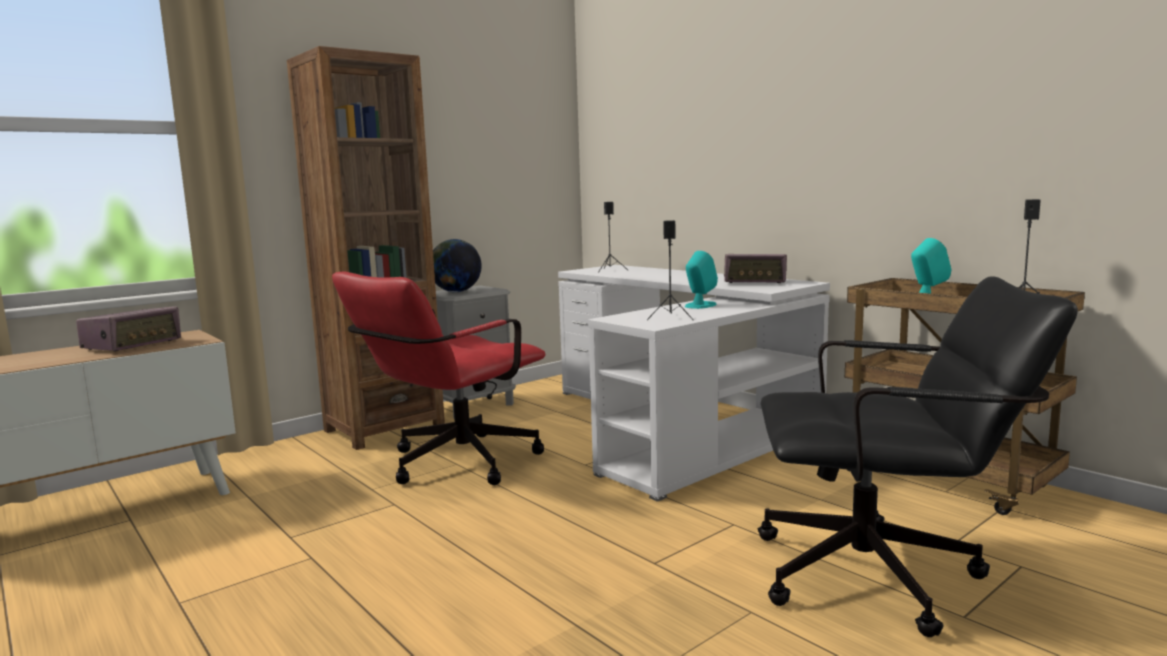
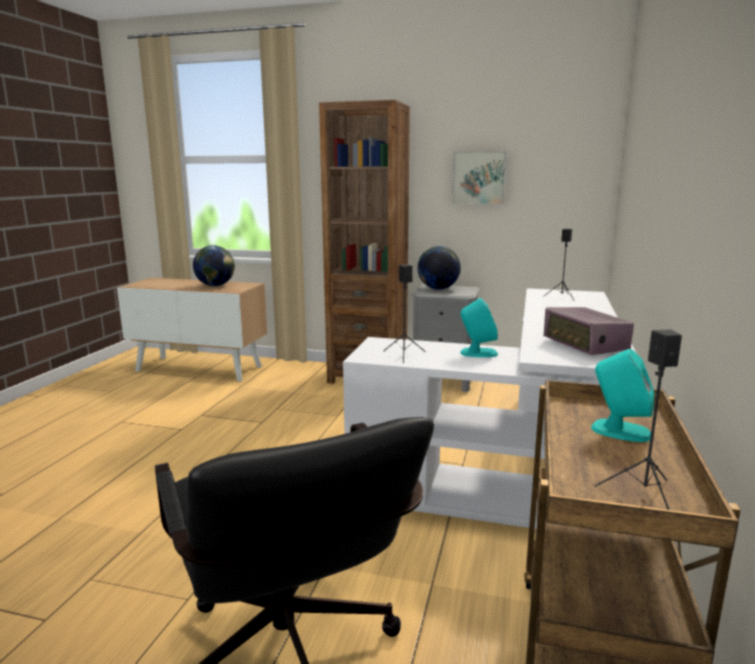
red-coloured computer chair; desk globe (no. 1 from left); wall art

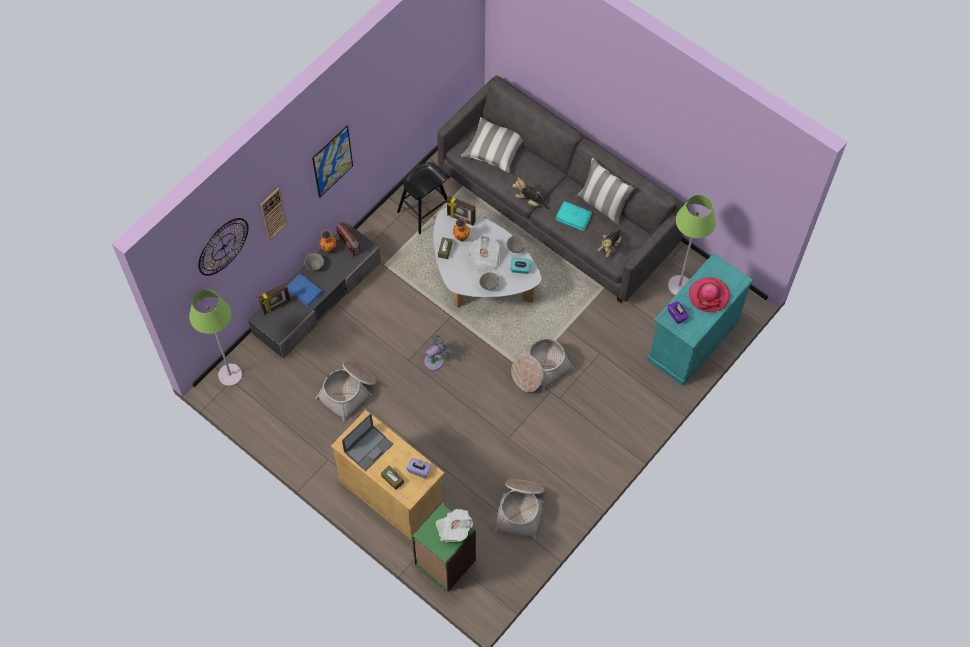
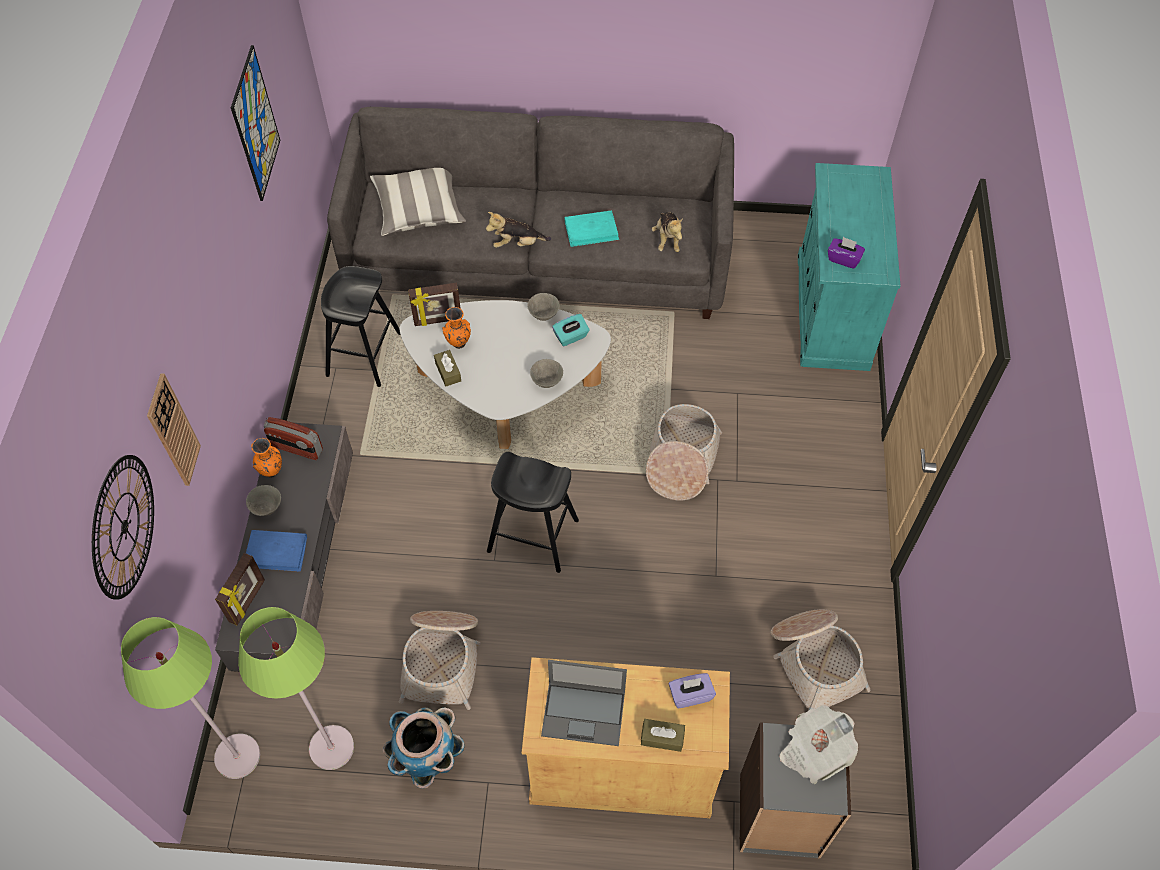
wall art; cushion (no. 2 from left in the first image); green-coloured standard lamp (no. 2 from left); daily paper (no. 2 from left in the first image); wearable hat; black stool (no. 2 from left); laptop; grey bookcase; flower pot

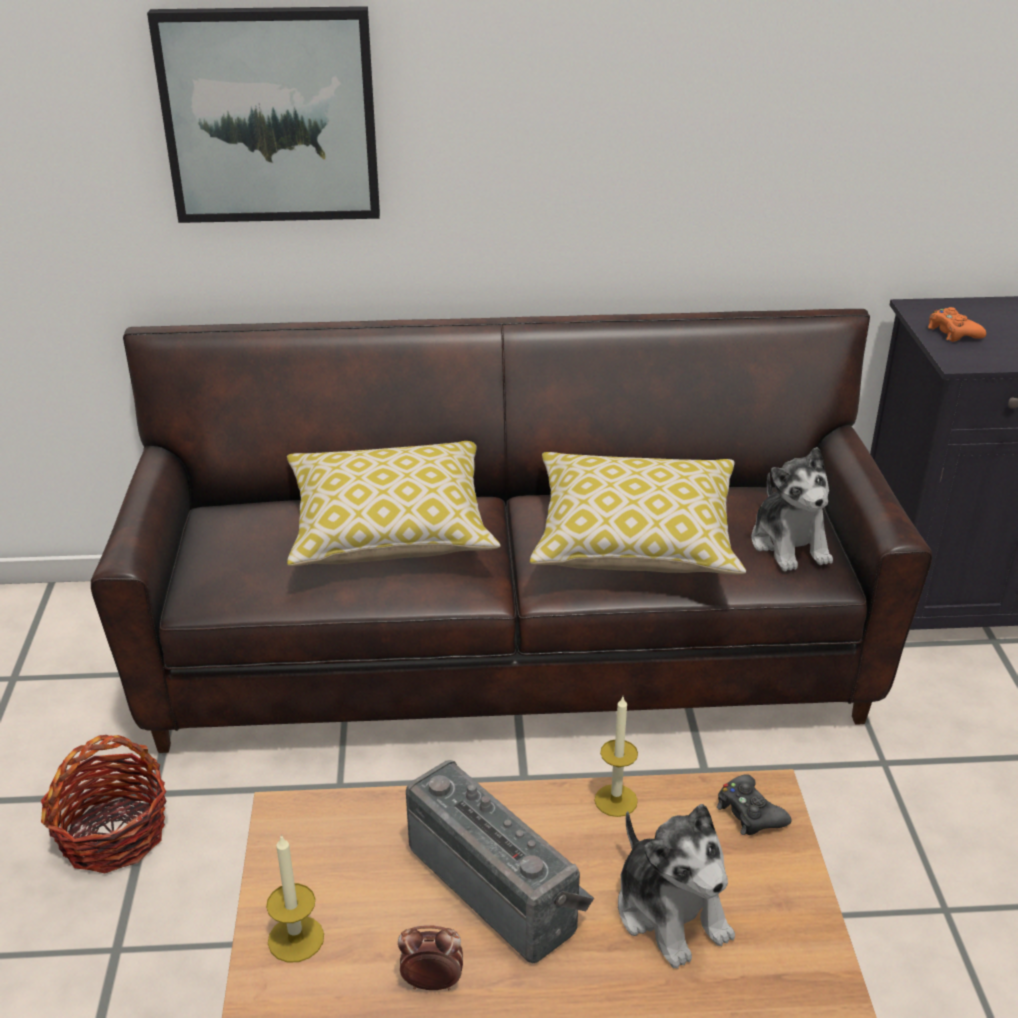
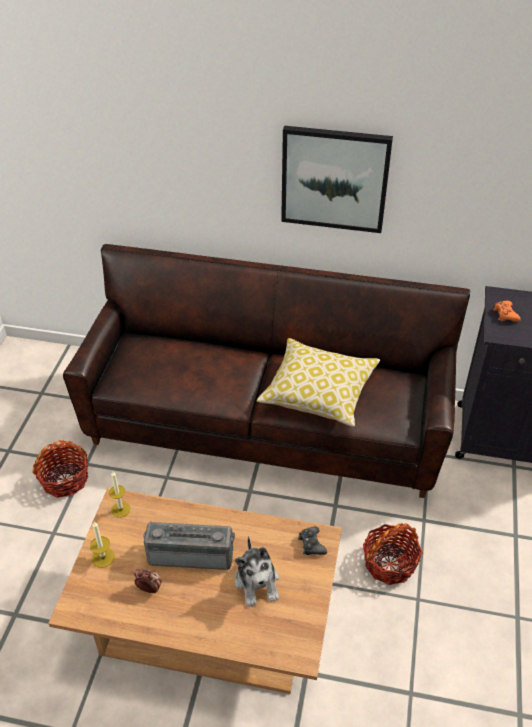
wall art; cushion (no. 1 from left in the first image); cuddly toy (no. 2 from left in the first image); wax light (no. 2 from left); radio receiver; household basket (no. 2 from left)

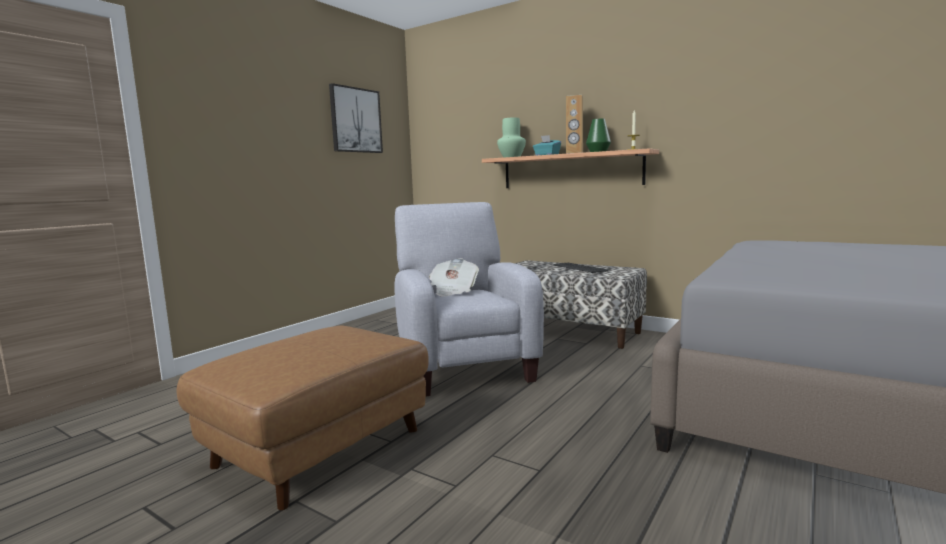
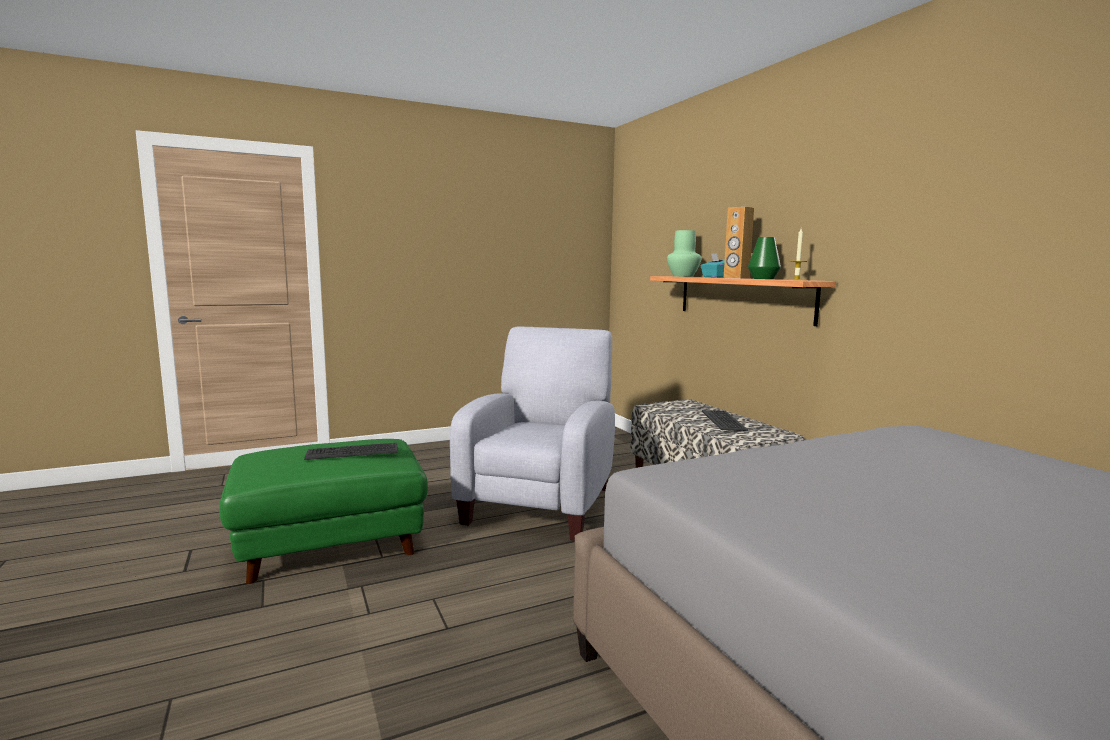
wall art; daily paper; green-coloured ottoman; computer keyboard (no. 1 from left)

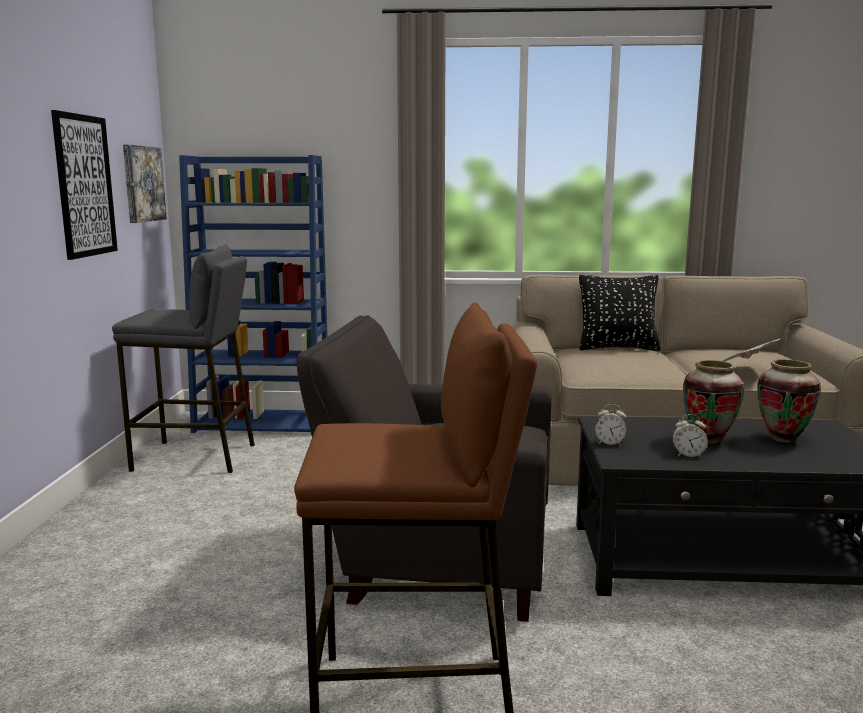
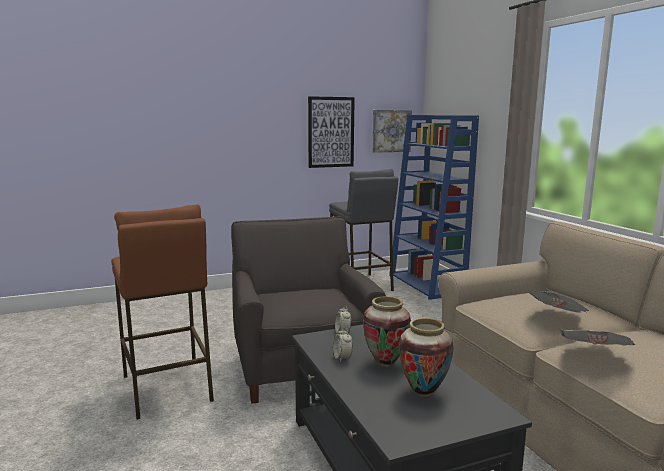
black cushion; daily paper (no. 1 from left)

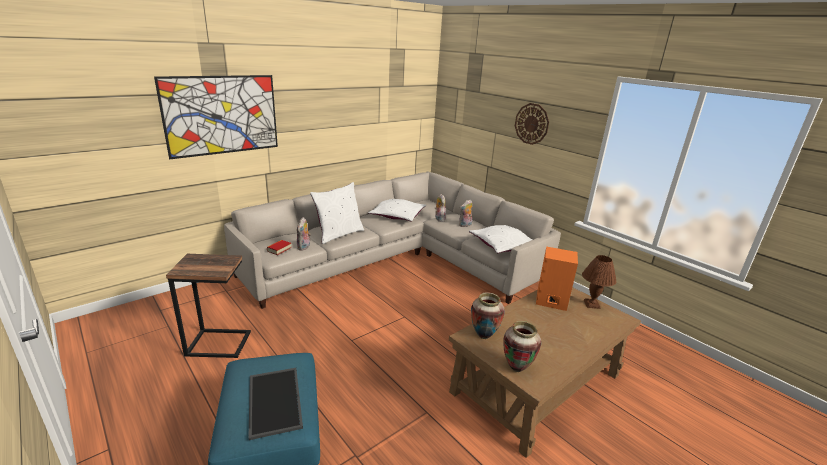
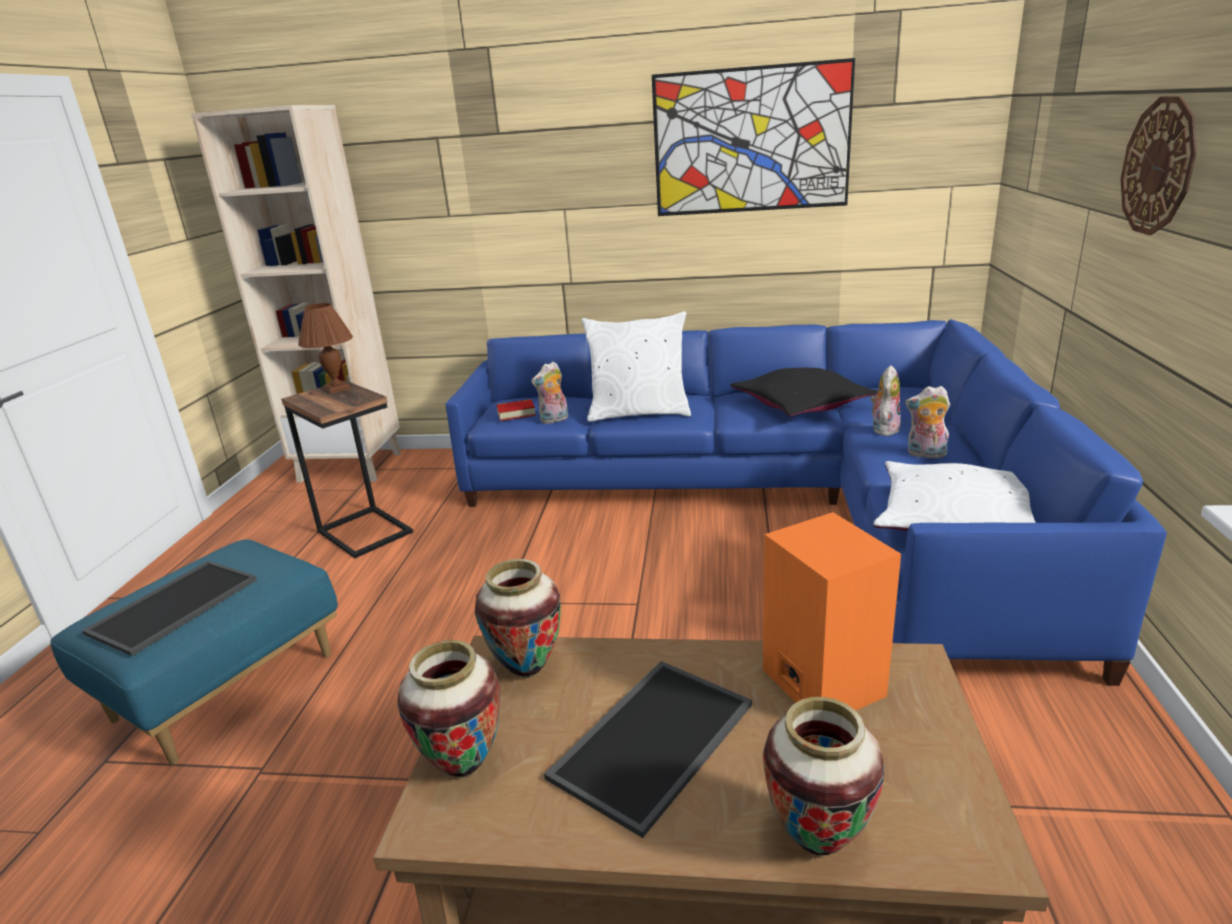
wall art; blue-coloured sofa; black cushion; brown-coloured table lamp; beige-coloured bookcase; tray (no. 2 from left); decorative vase (no. 3 from left)

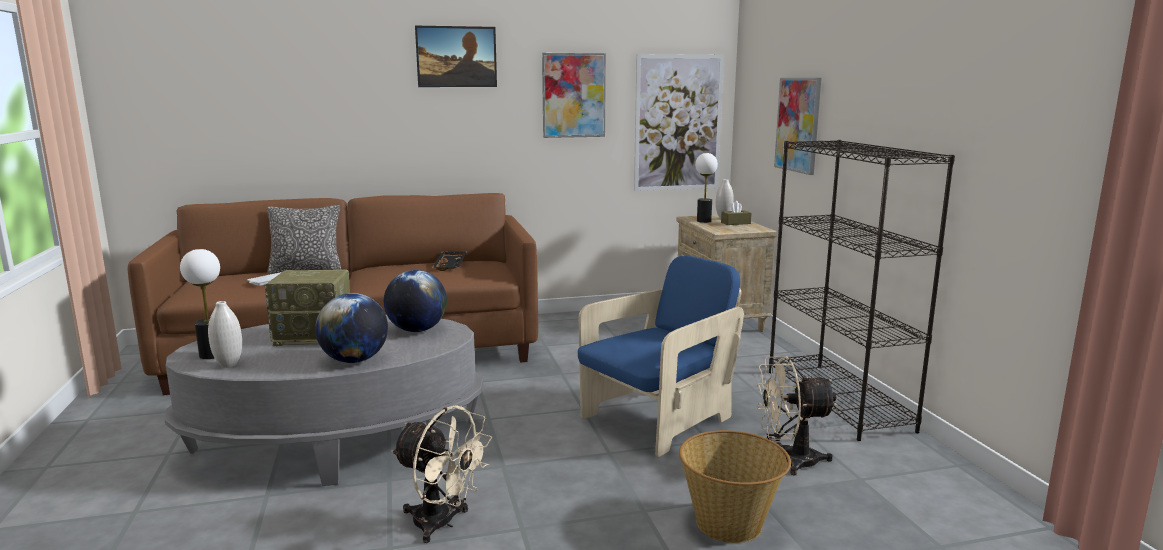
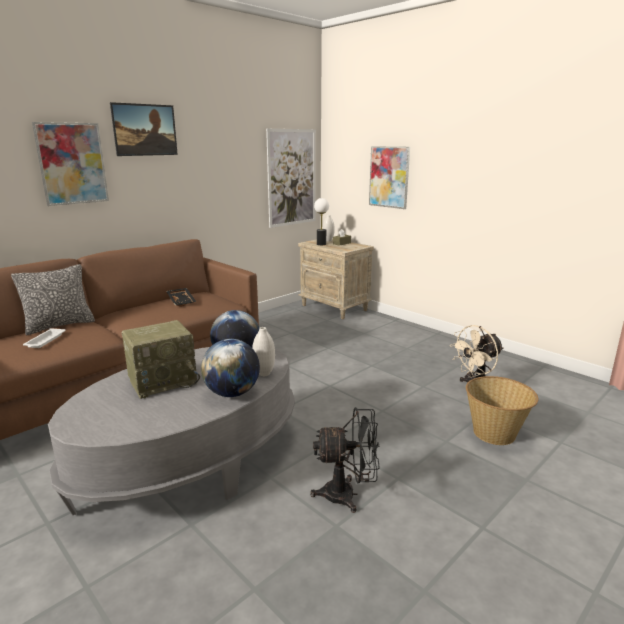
wall art (no. 1 from left); black bookcase; table lamp (no. 1 from left in the first image); blue-coloured easy chair; white decorative vase (no. 1 from left); black cooling fan

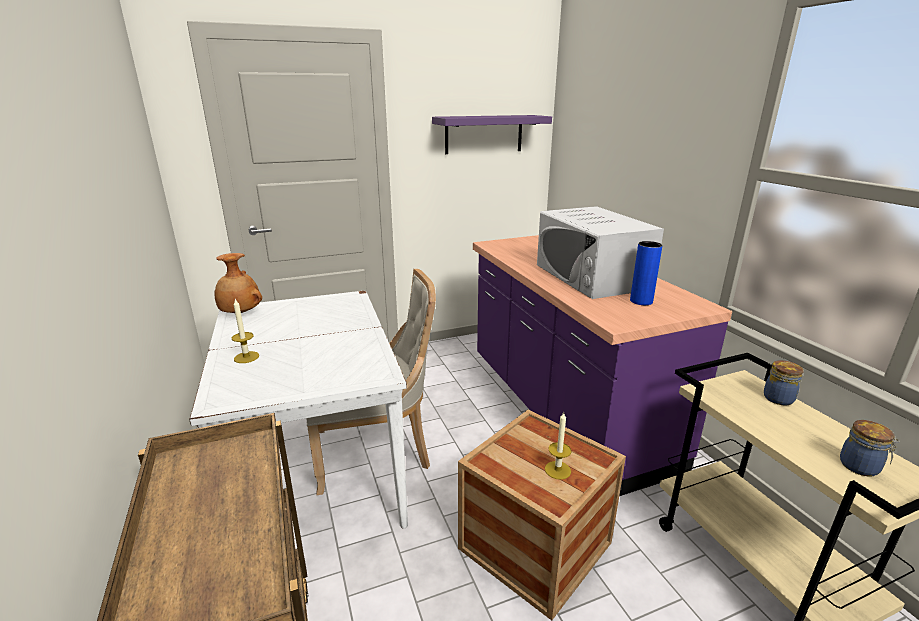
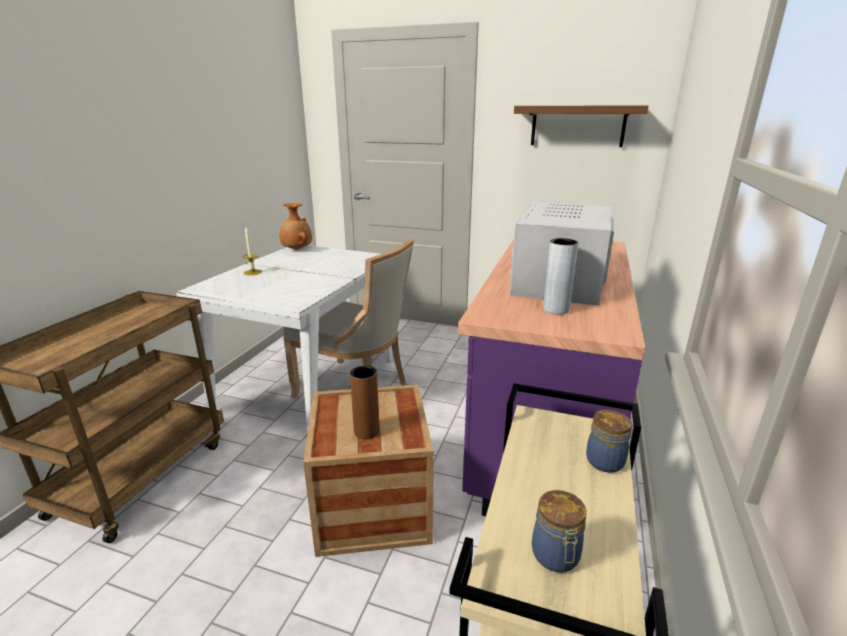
brown-coloured shelf; grey decorative vase; brown-coloured decorative vase (no. 2 from left)

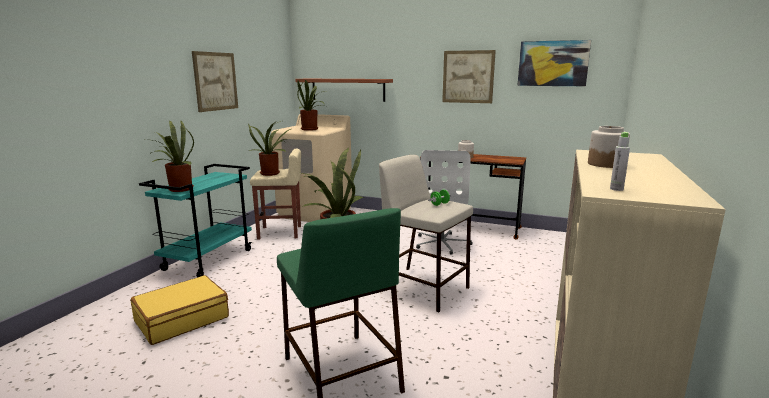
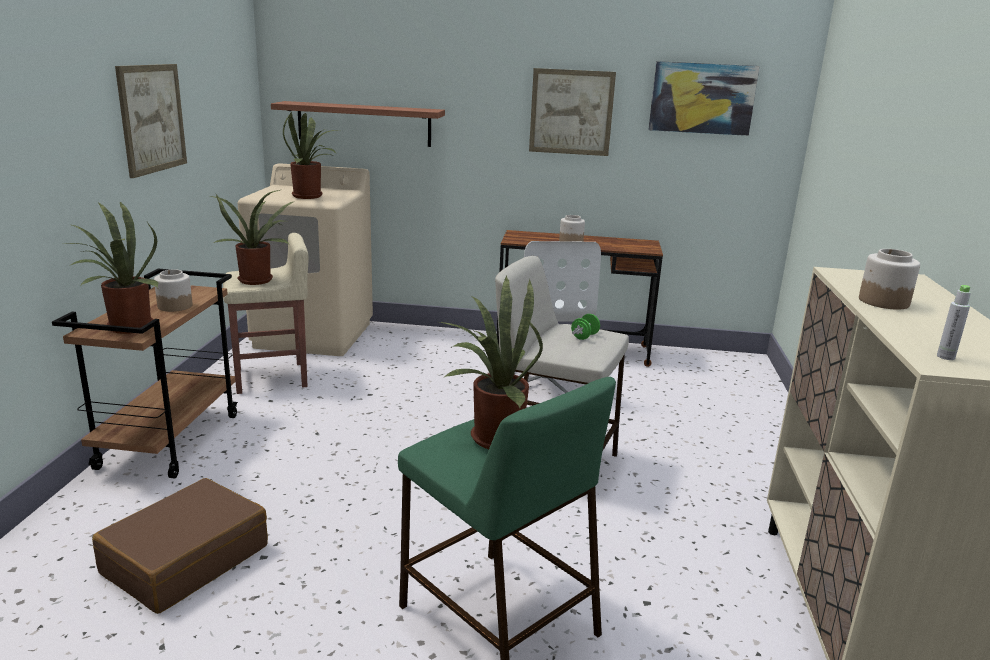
brown-coloured wheeled cart; brown-coloured travel case; storage jar (no. 1 from left)

